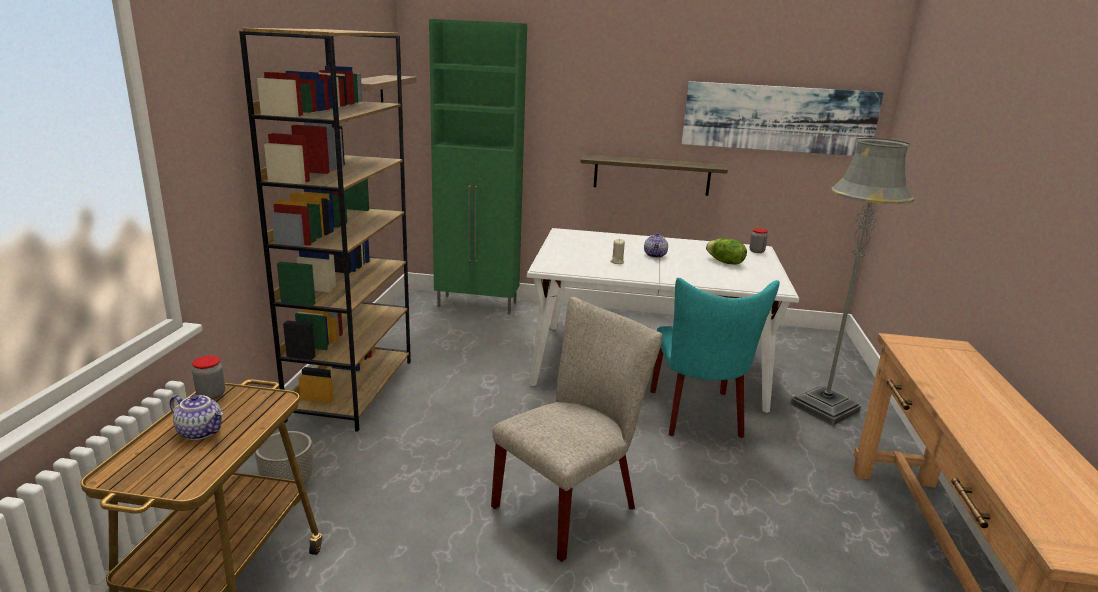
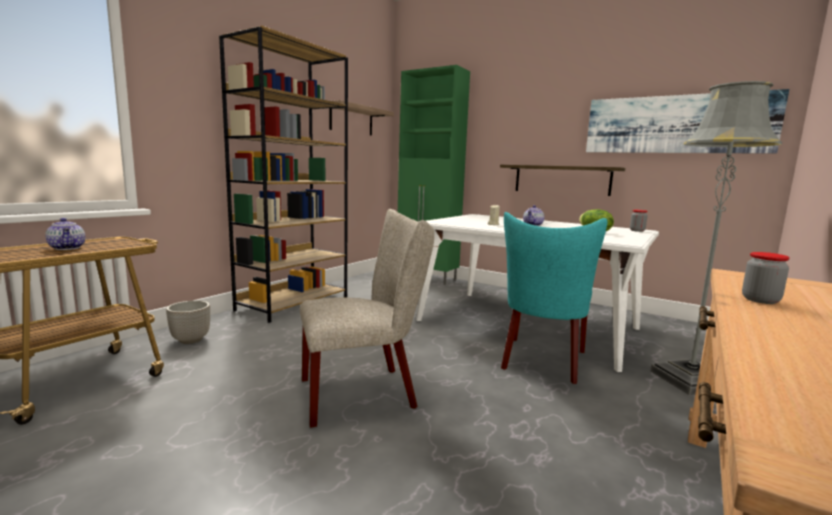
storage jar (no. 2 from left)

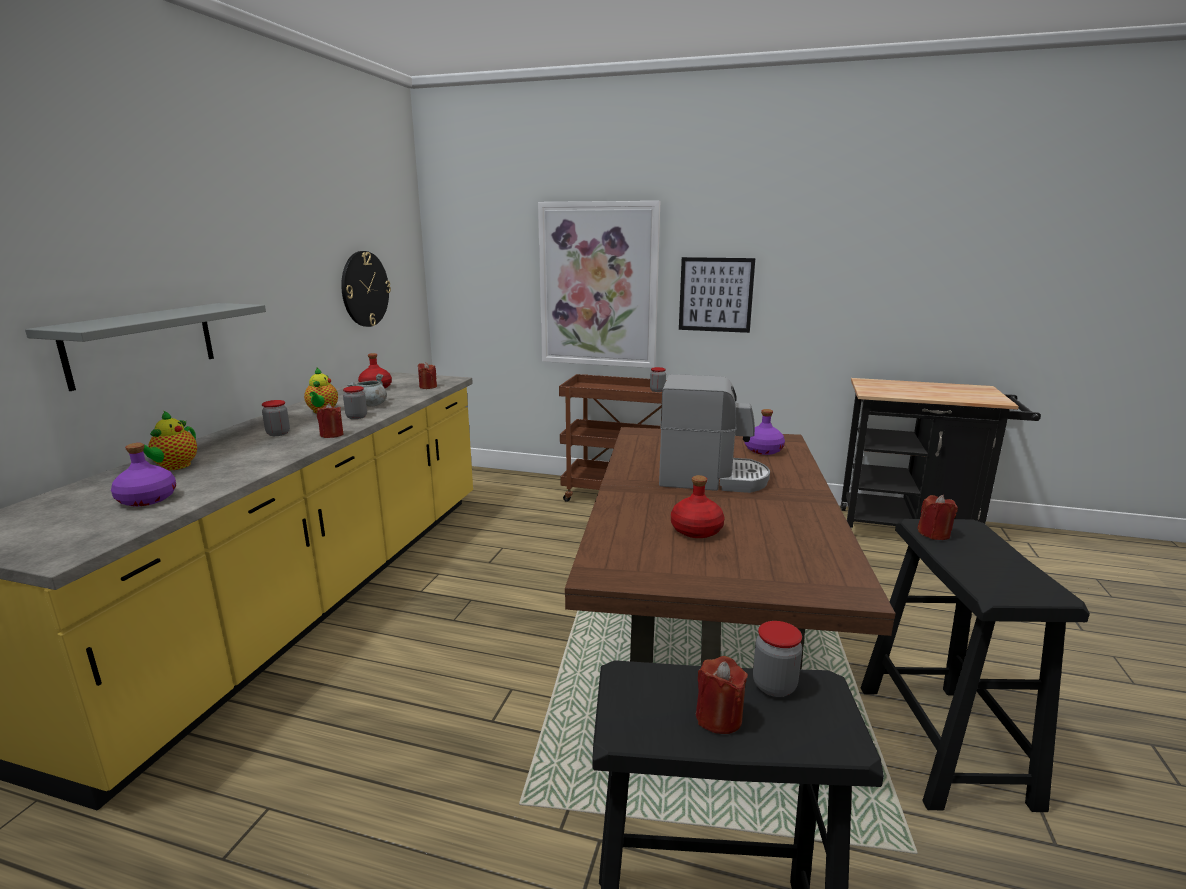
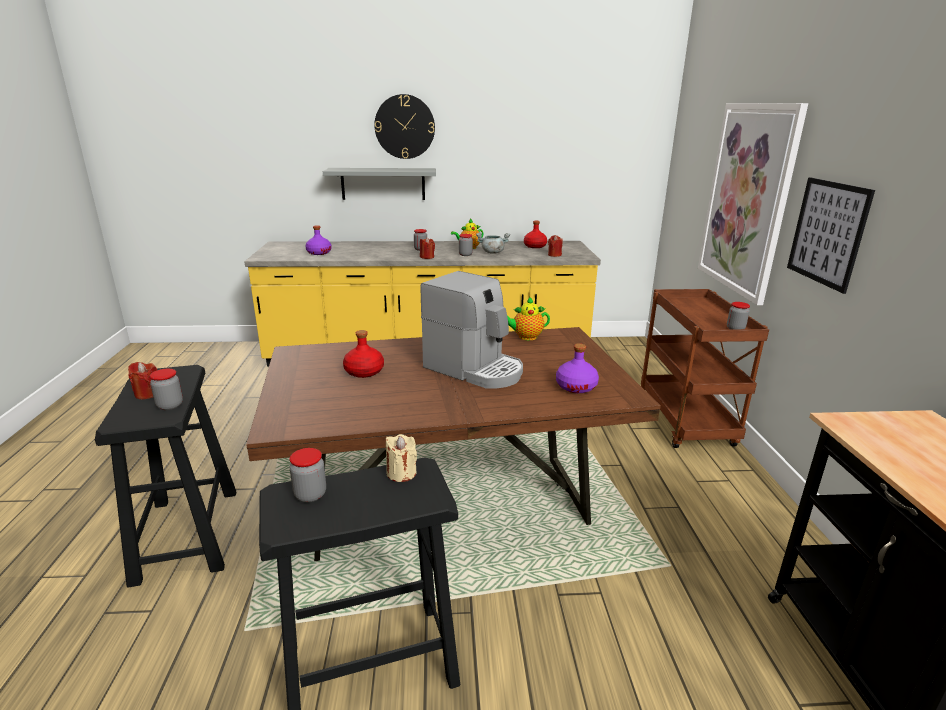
wall clock; coffee brewer; teapot (no. 2 from left); beige-coloured wax light; storage jar (no. 2 from left)

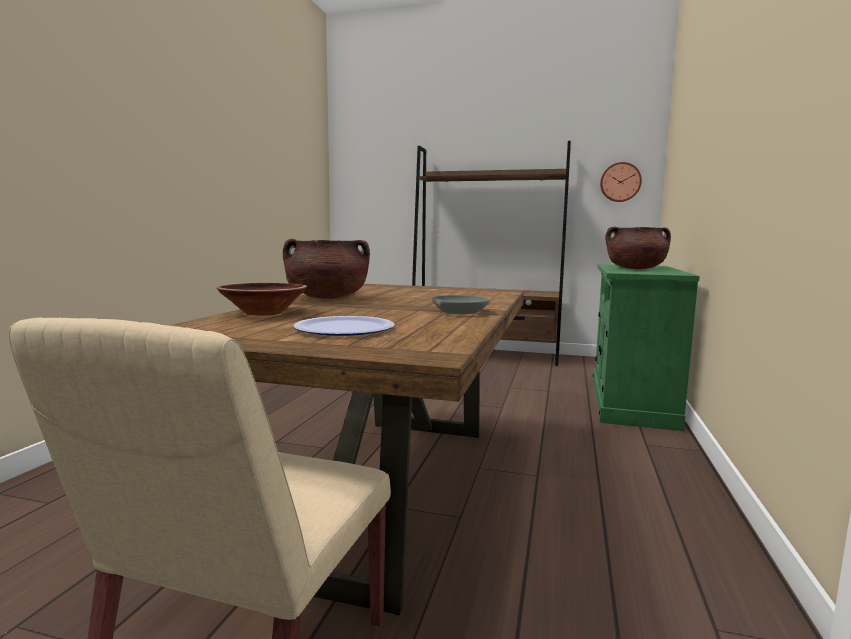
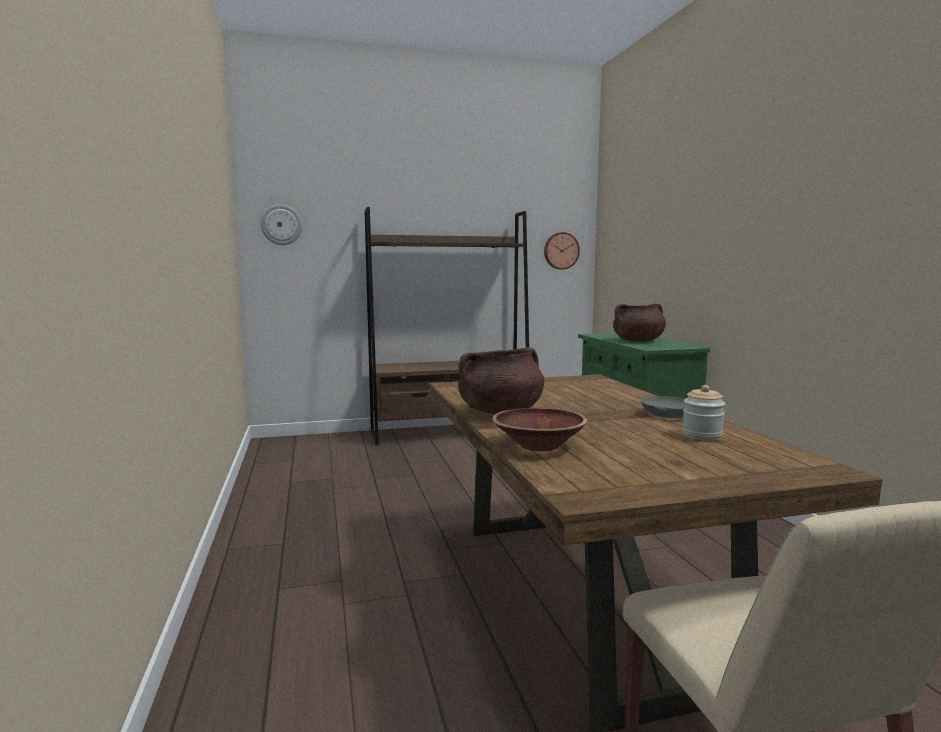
dinner plate; wall clock (no. 1 from left); storage jar

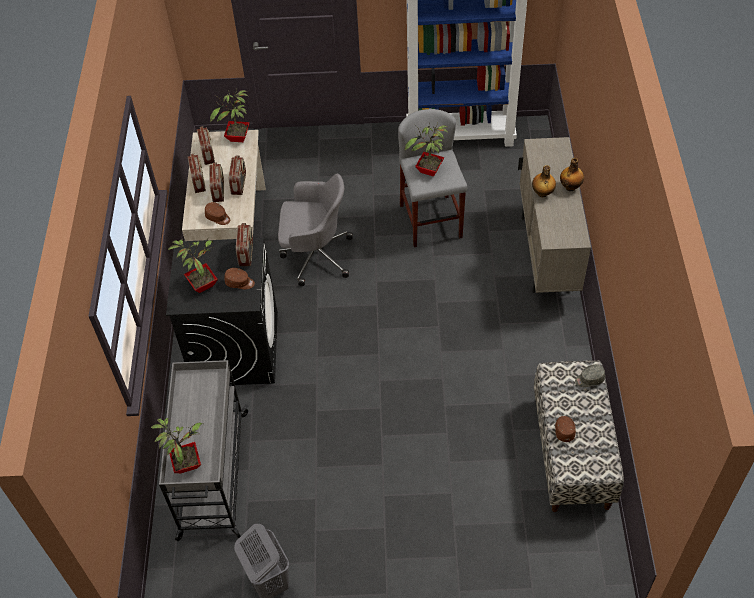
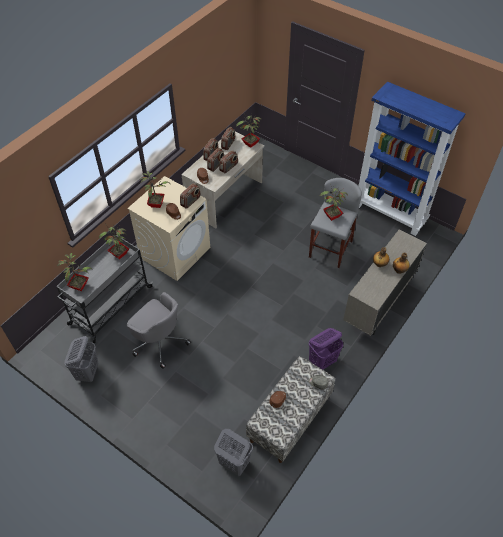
grey computer chair; beige-coloured laundry appliance; houseplant (no. 2 from left); purple-coloured hamper; grey hamper (no. 2 from left)

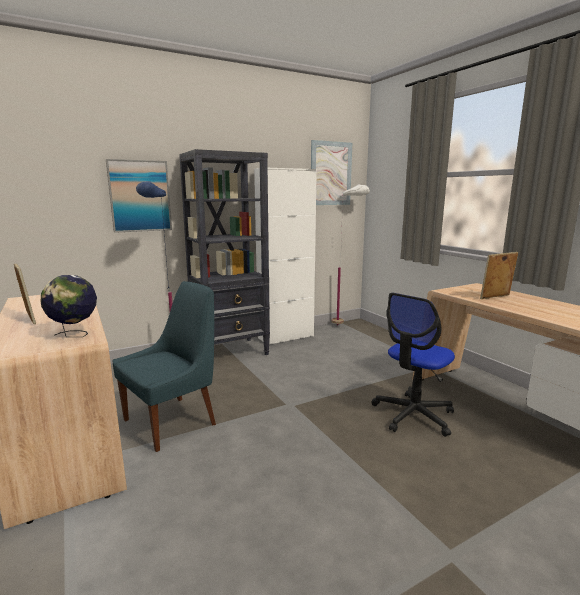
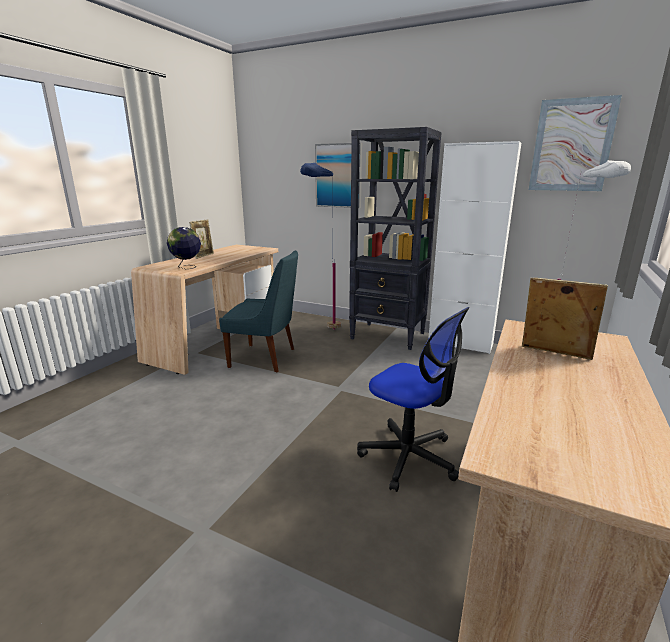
computer chair

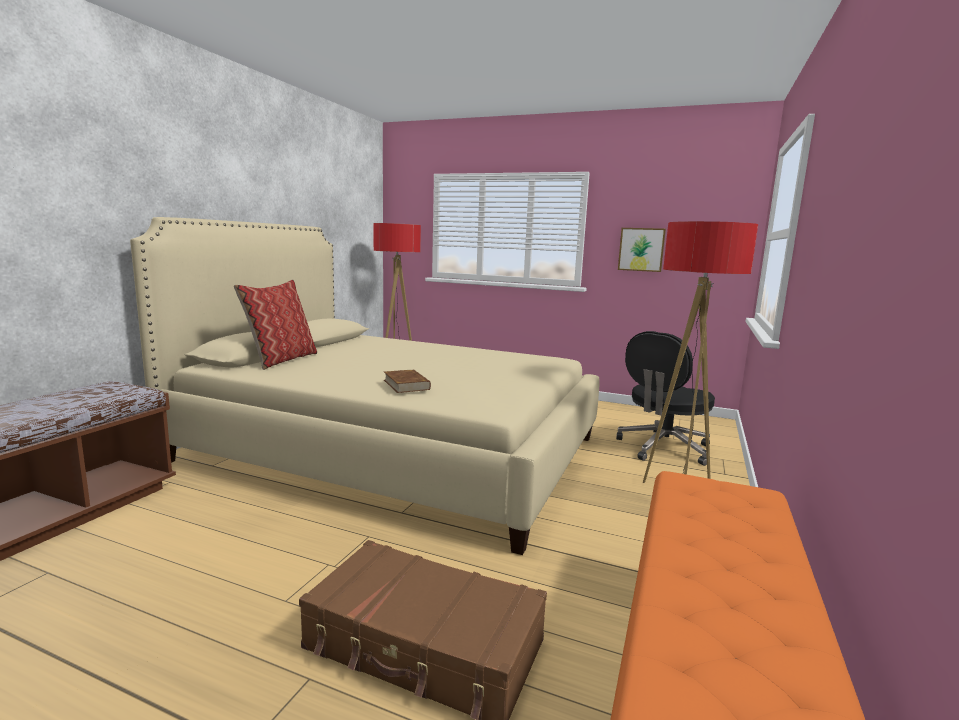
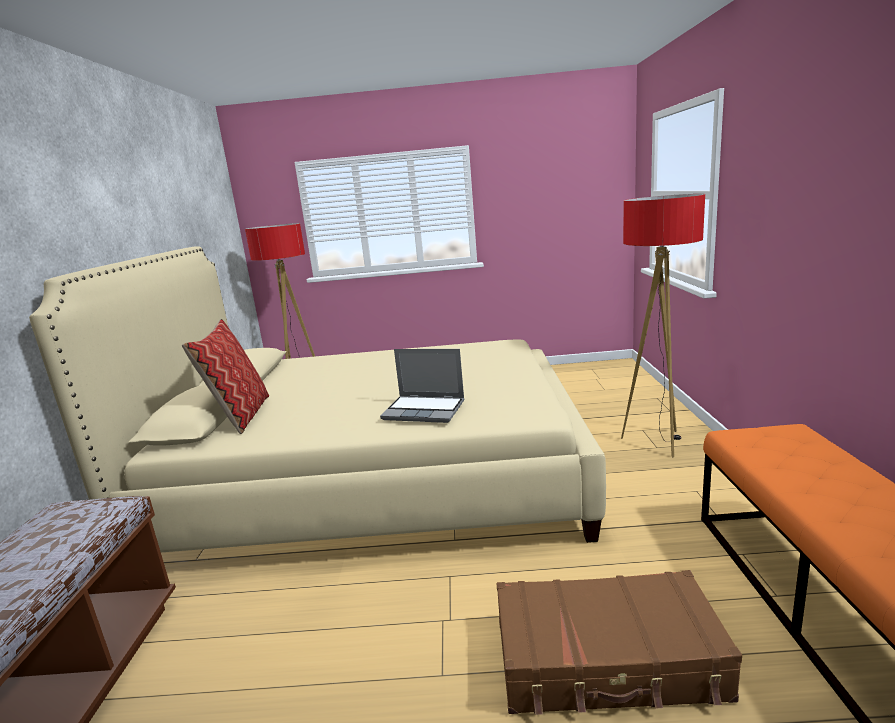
wall art; black computer chair; laptop

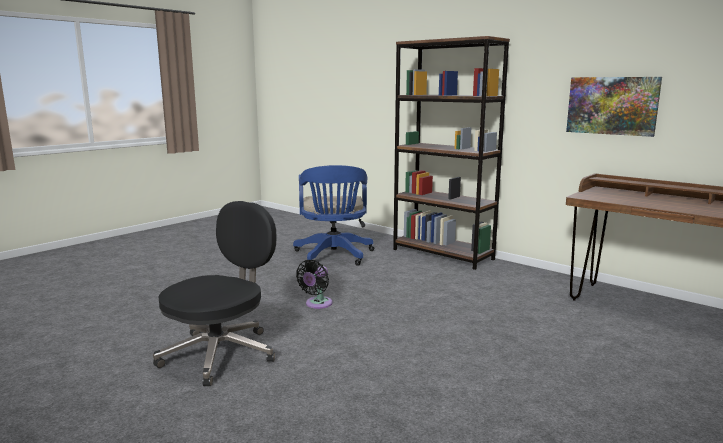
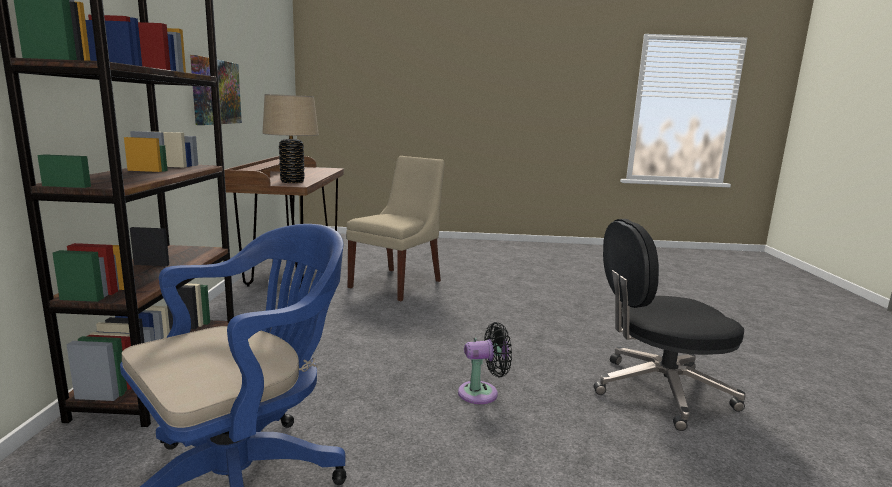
beige-coloured table lamp; beige-coloured upright chair

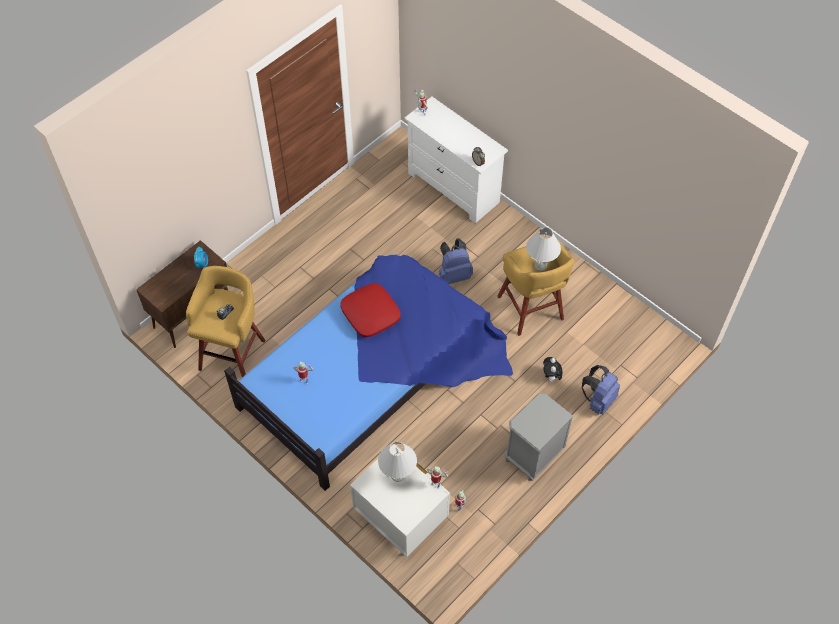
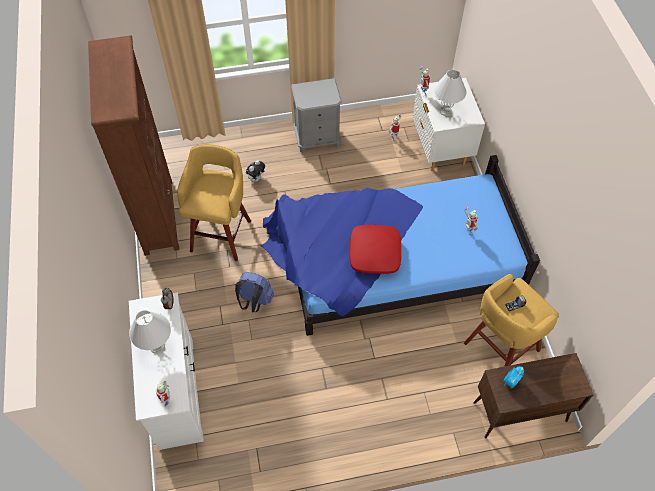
white table lamp (no. 1 from left); blue-coloured knapsack (no. 2 from left in the first image); brown-coloured bookcase

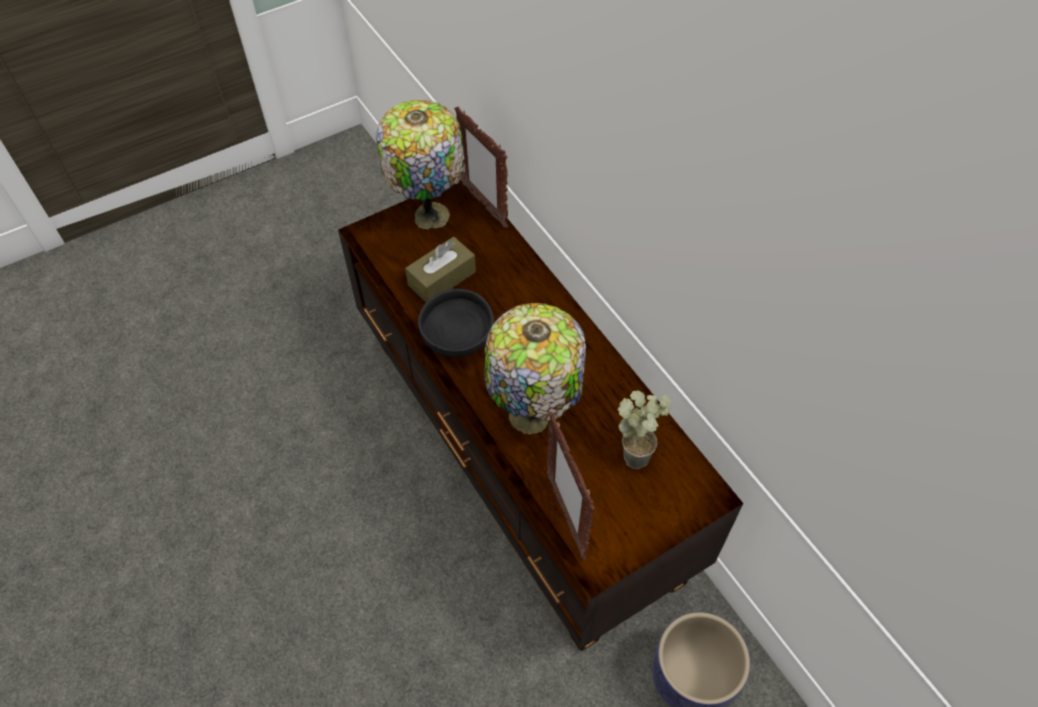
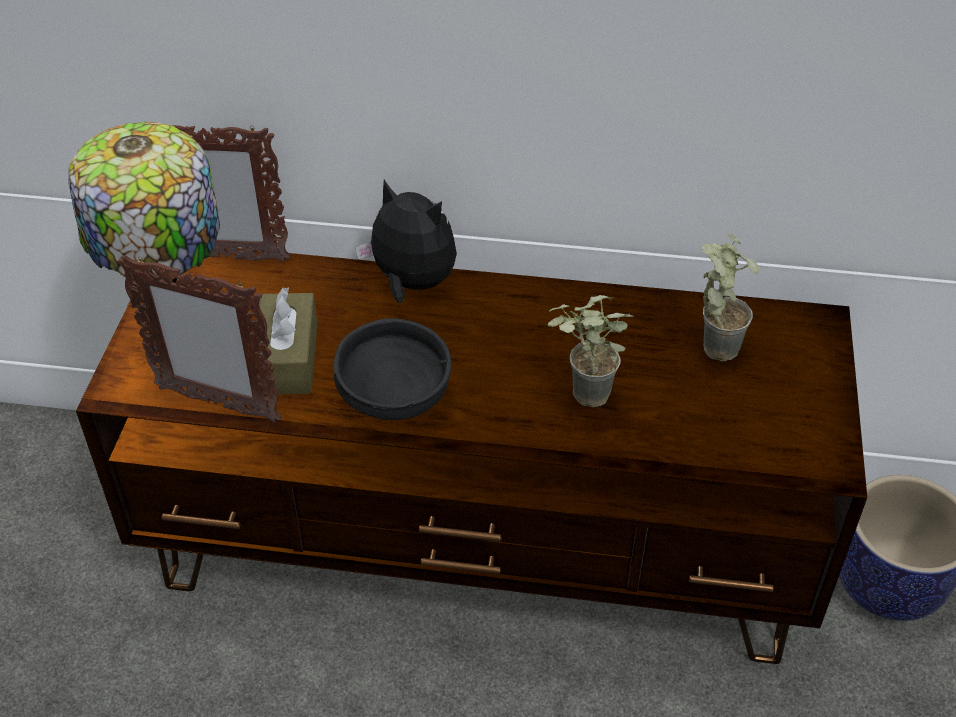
houseplant (no. 1 from left); standing frame (no. 1 from left); cuddly toy

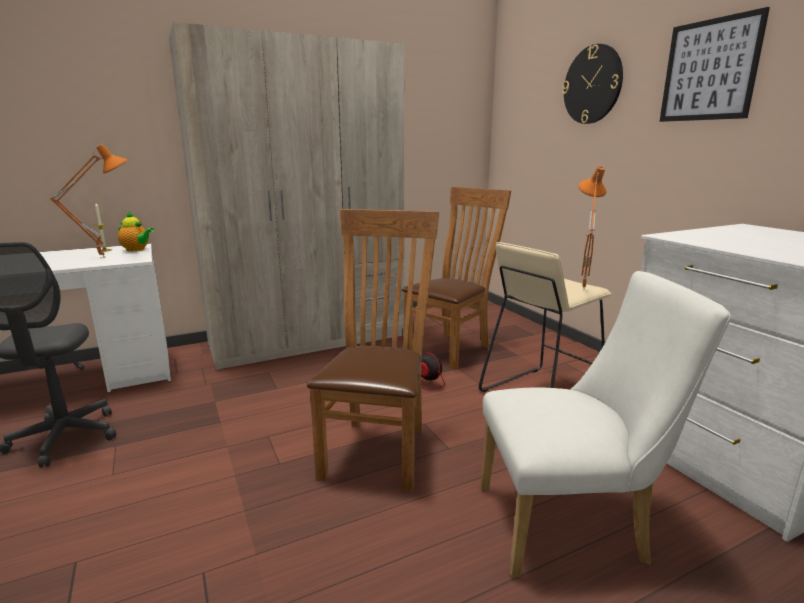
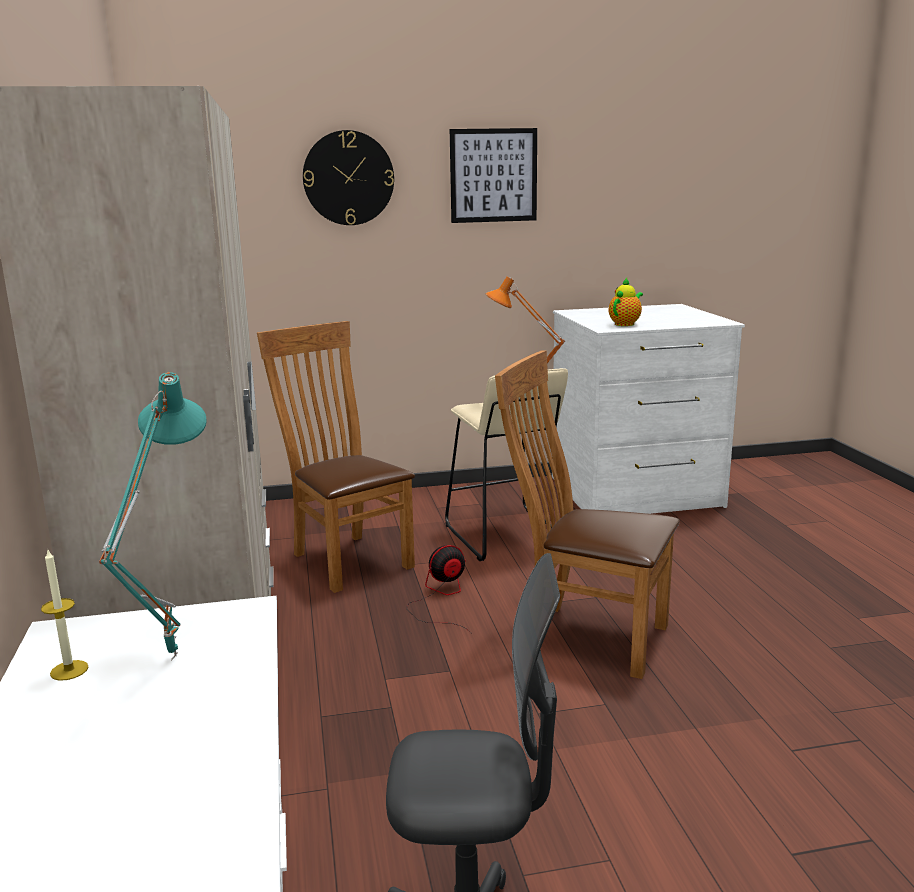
turquoise-coloured table lamp; teapot; white upright chair

